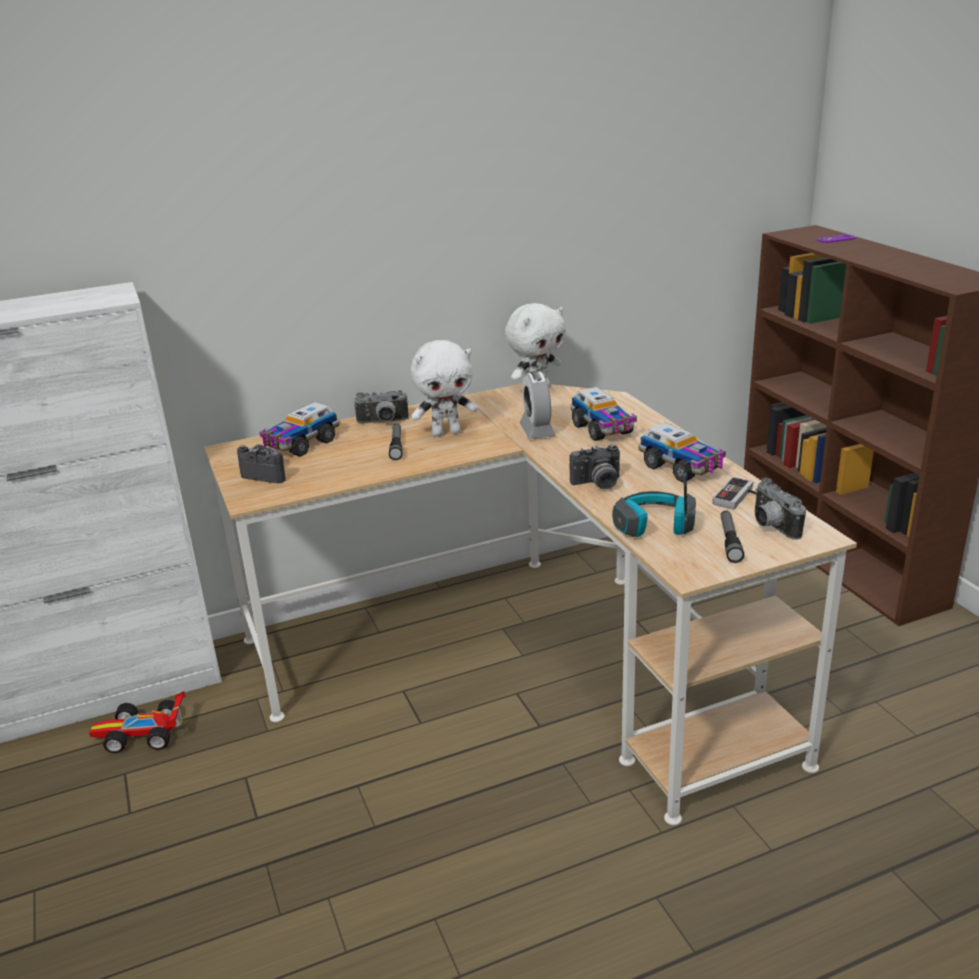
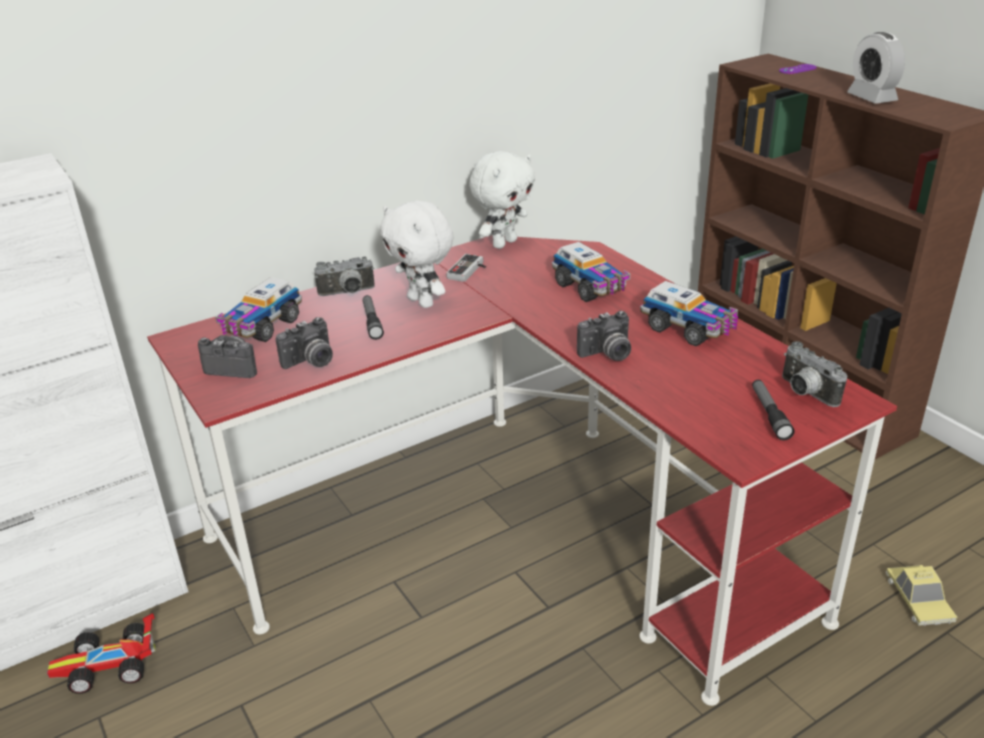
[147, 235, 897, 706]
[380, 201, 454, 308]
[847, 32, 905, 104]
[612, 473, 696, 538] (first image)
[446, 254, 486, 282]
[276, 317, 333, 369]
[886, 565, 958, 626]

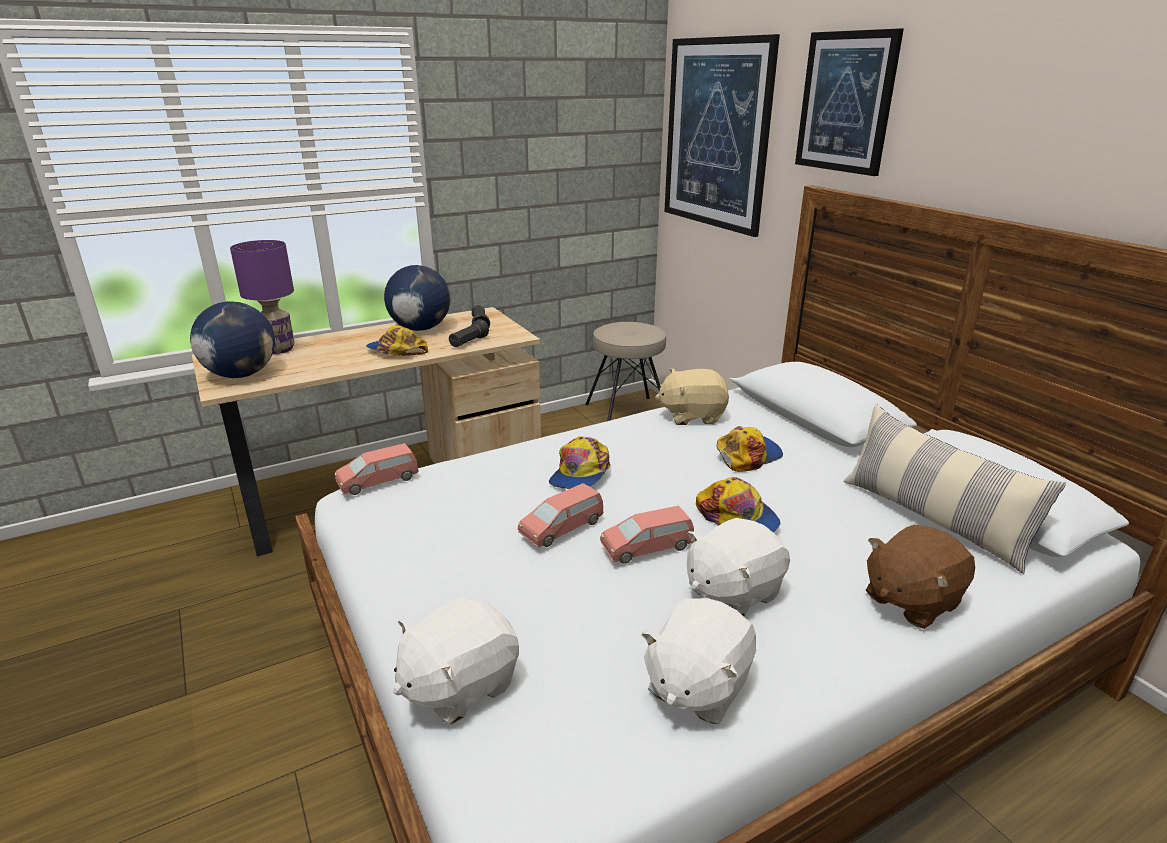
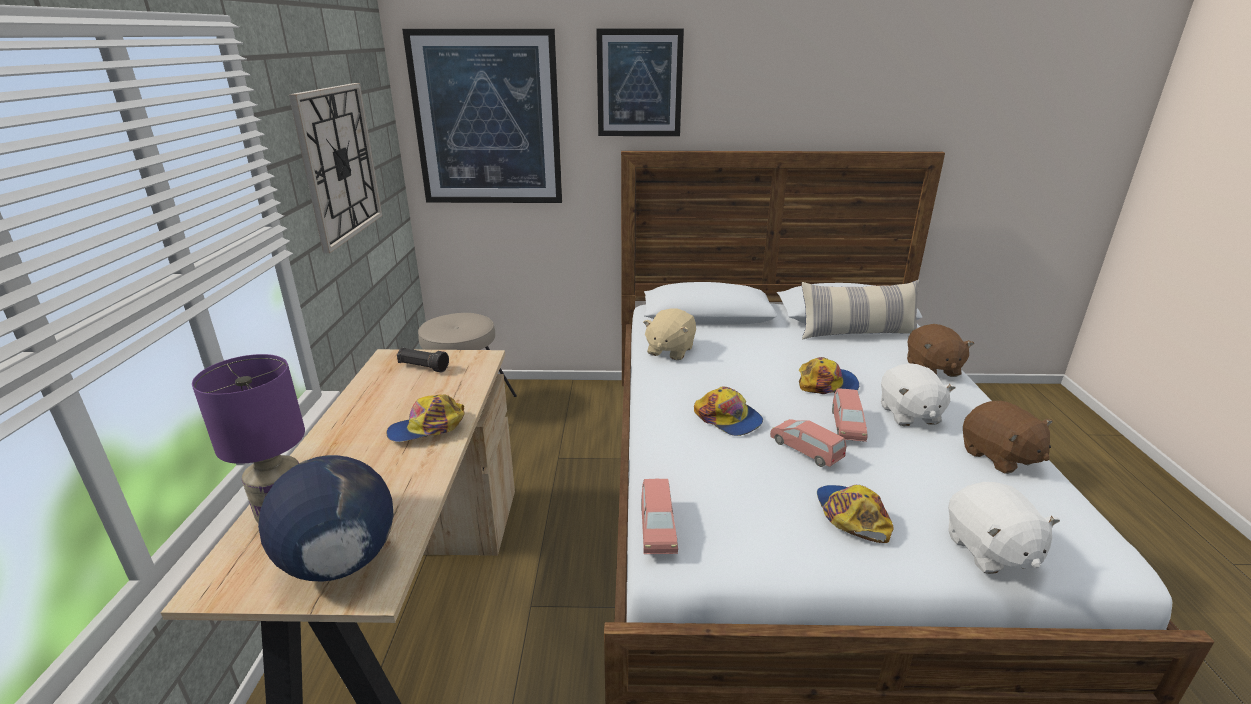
[384, 265, 450, 331] (first image)
[449, 319, 489, 347] (first image)
[770, 419, 846, 467]
[963, 401, 1053, 474]
[817, 485, 894, 543]
[289, 83, 382, 253]

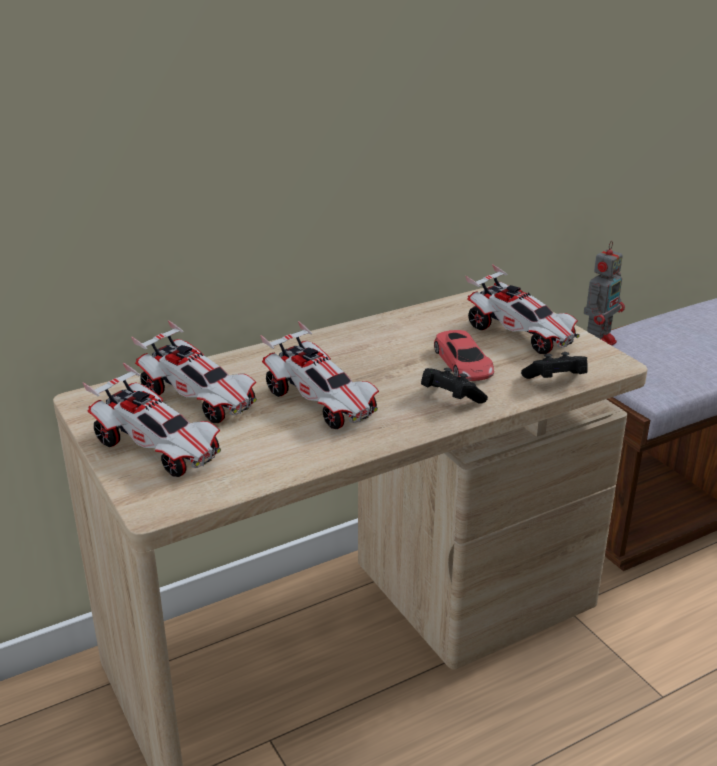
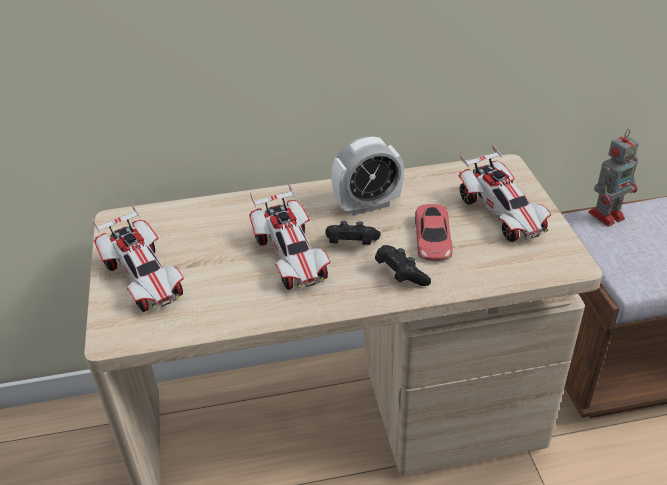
[131, 320, 257, 423] (first image)
[325, 221, 381, 245]
[331, 136, 404, 216]

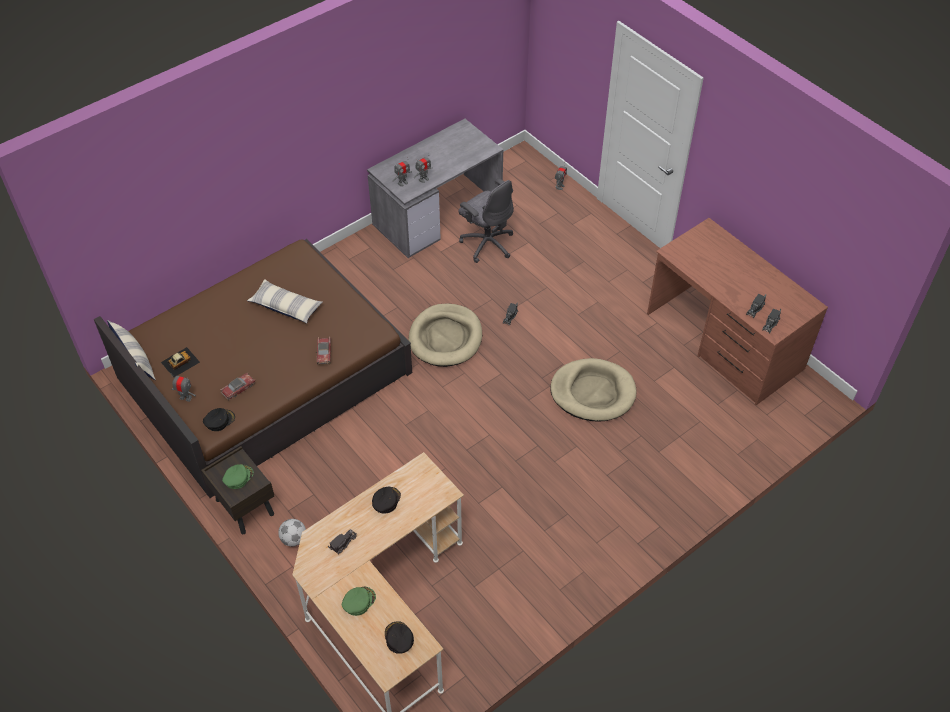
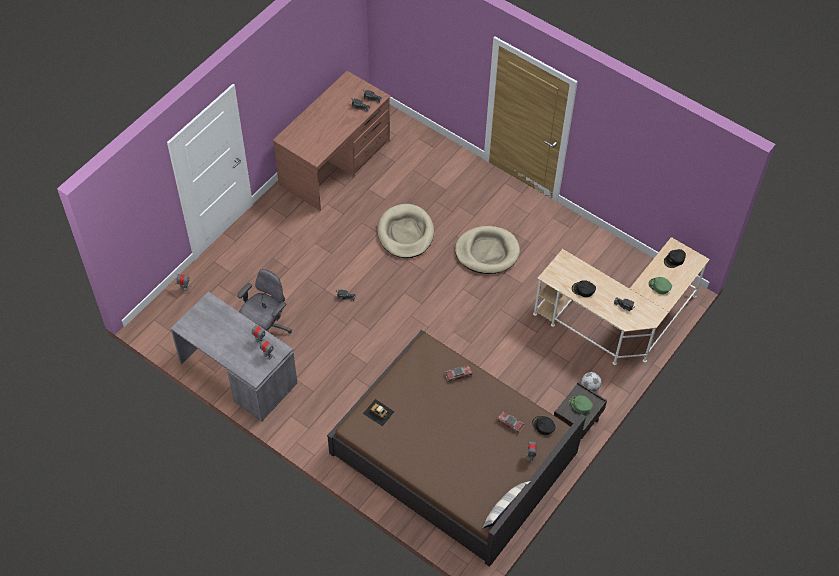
[363, 399, 394, 427]
[247, 279, 323, 324] (first image)
[455, 226, 520, 274]

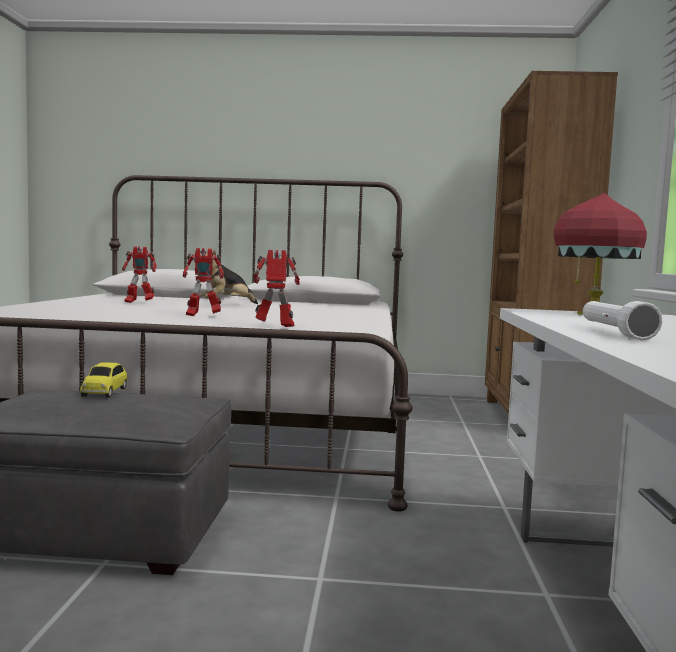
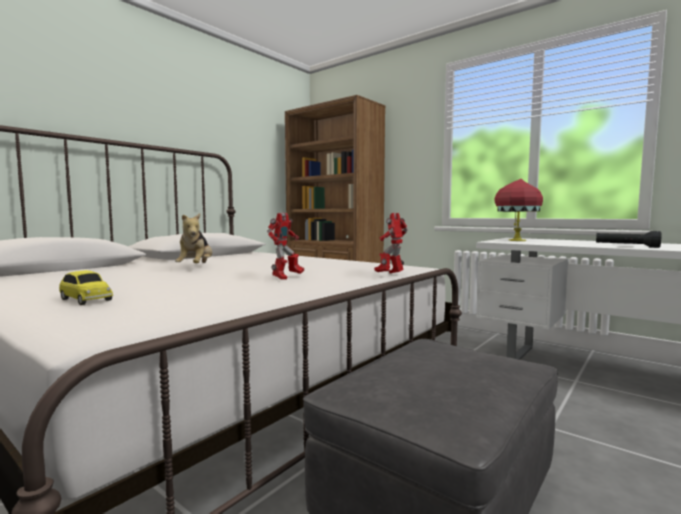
[59, 270, 113, 305]
[122, 246, 157, 303] (first image)
[596, 231, 662, 248]

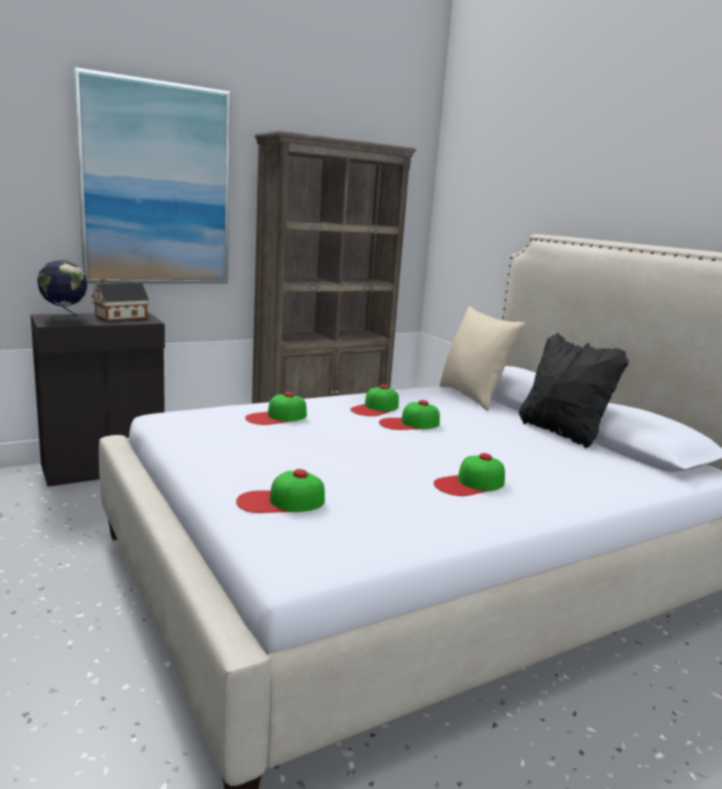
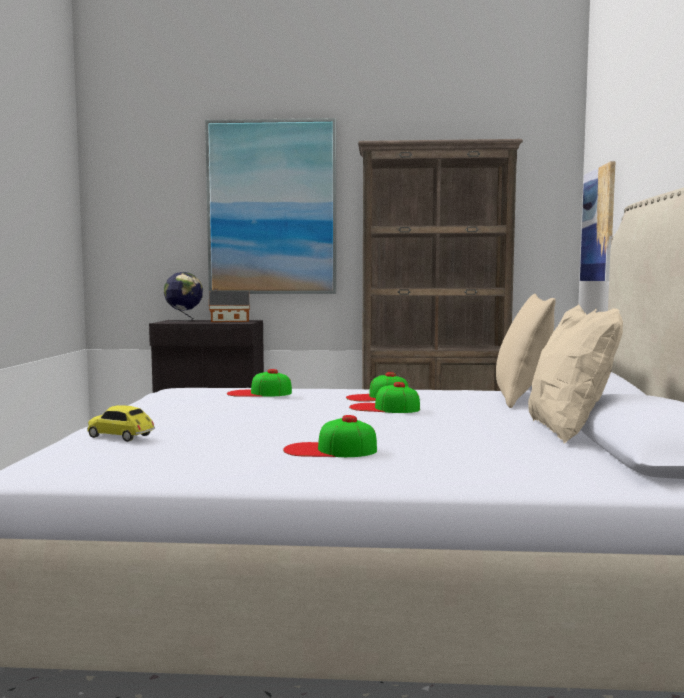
[87, 405, 155, 442]
[528, 304, 623, 444]
[580, 161, 616, 281]

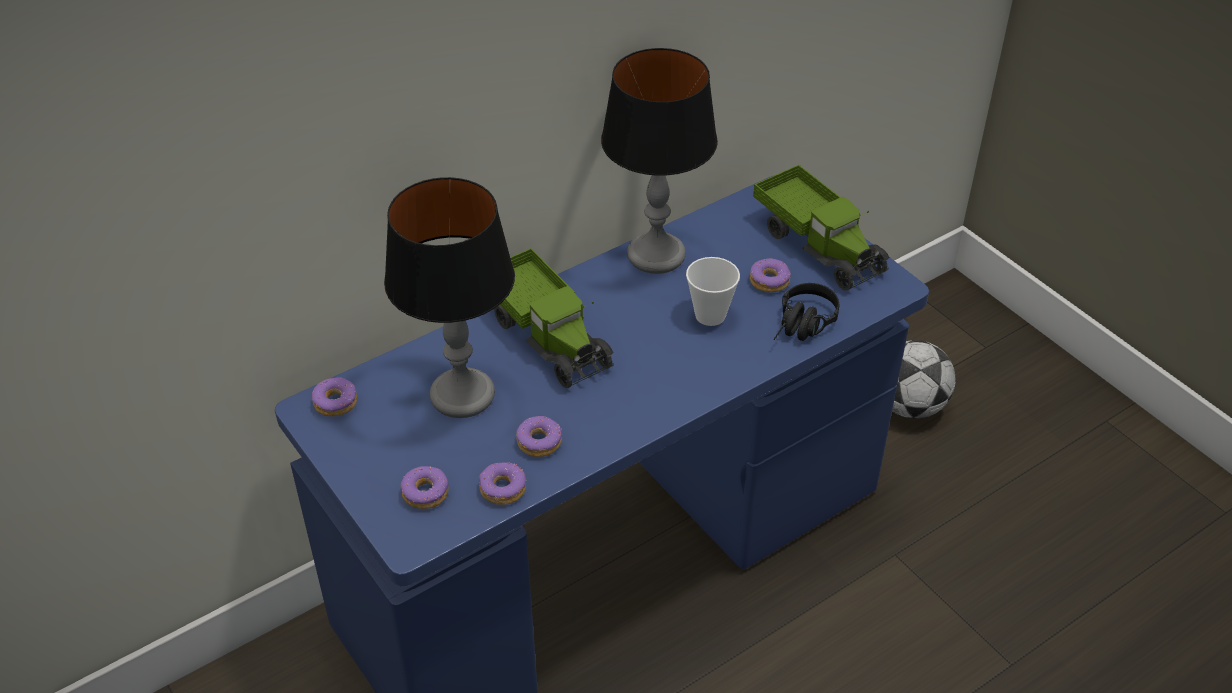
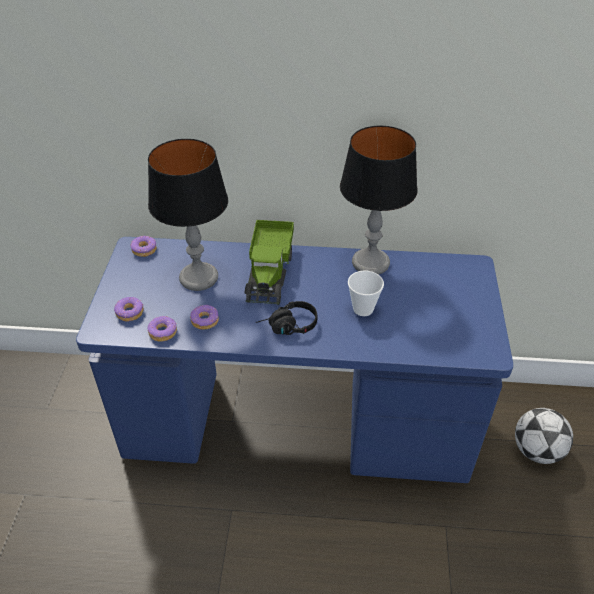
[750, 258, 791, 292] (first image)
[753, 165, 890, 291] (first image)
[256, 301, 317, 335]

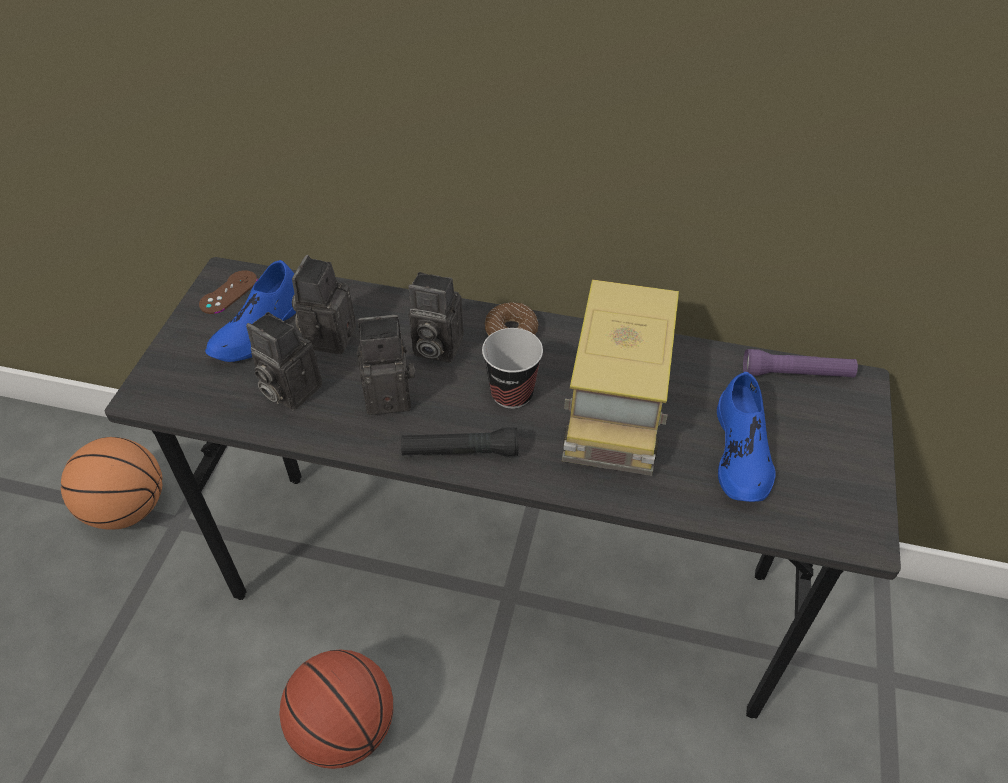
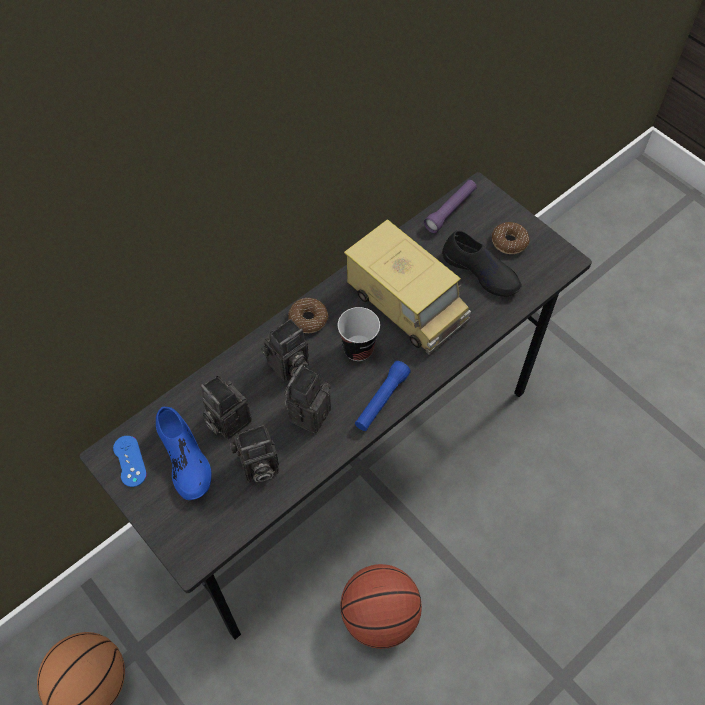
[113, 436, 147, 487]
[355, 361, 411, 431]
[442, 231, 522, 297]
[492, 222, 530, 254]

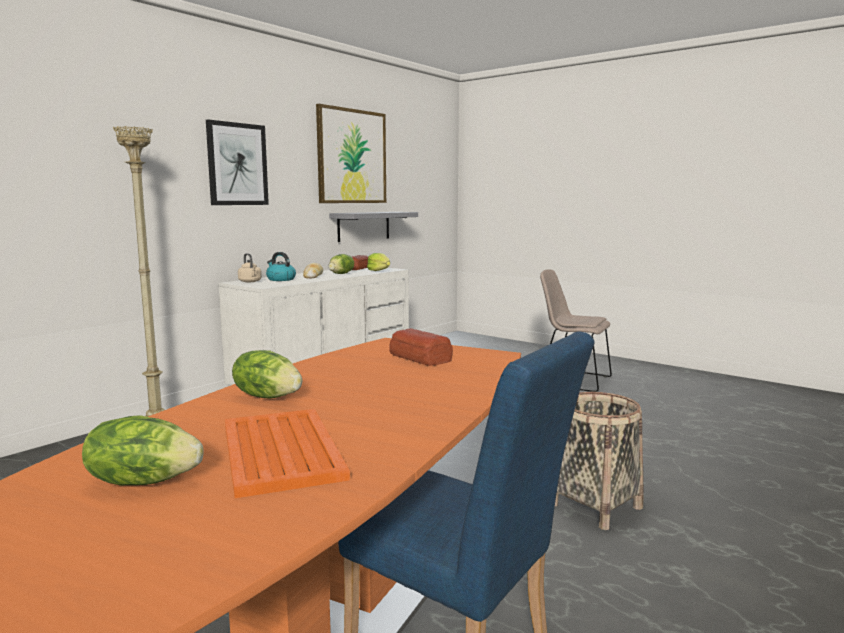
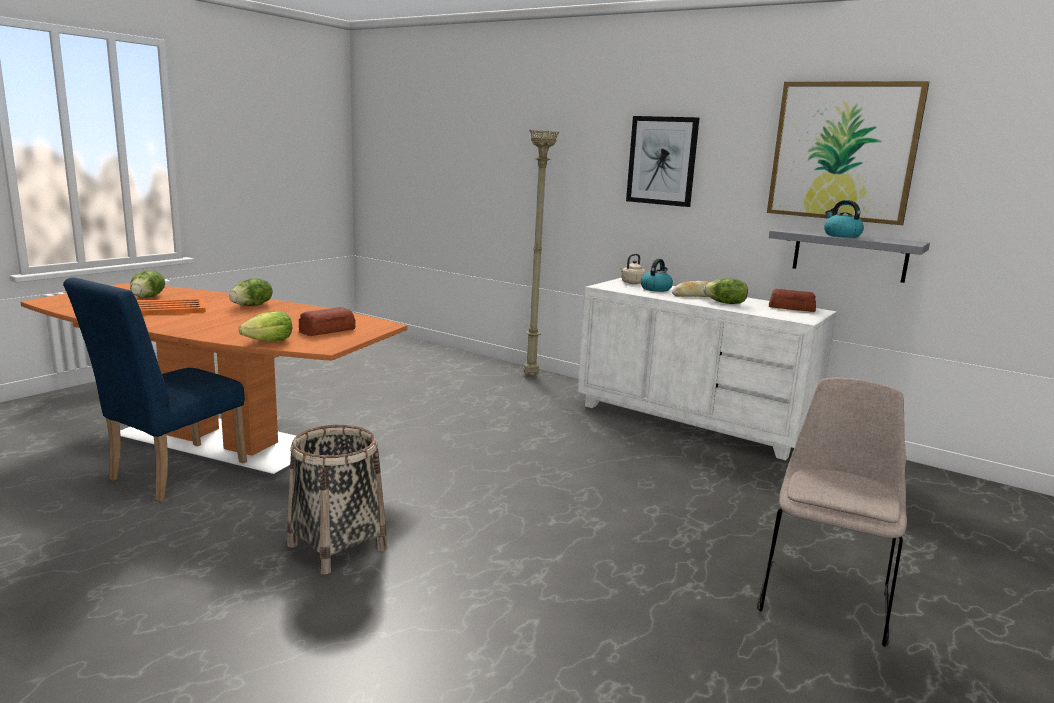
[239, 311, 292, 341]
[824, 200, 864, 238]

